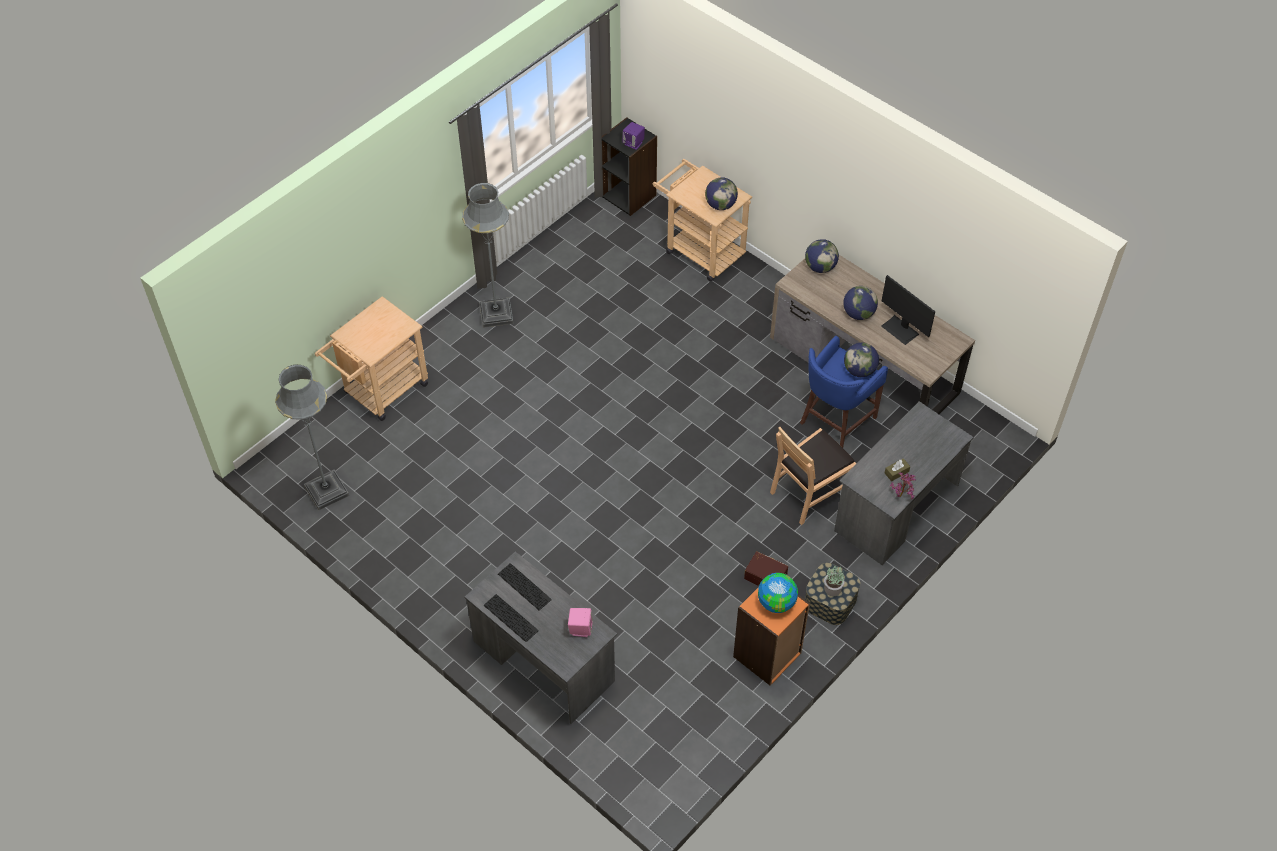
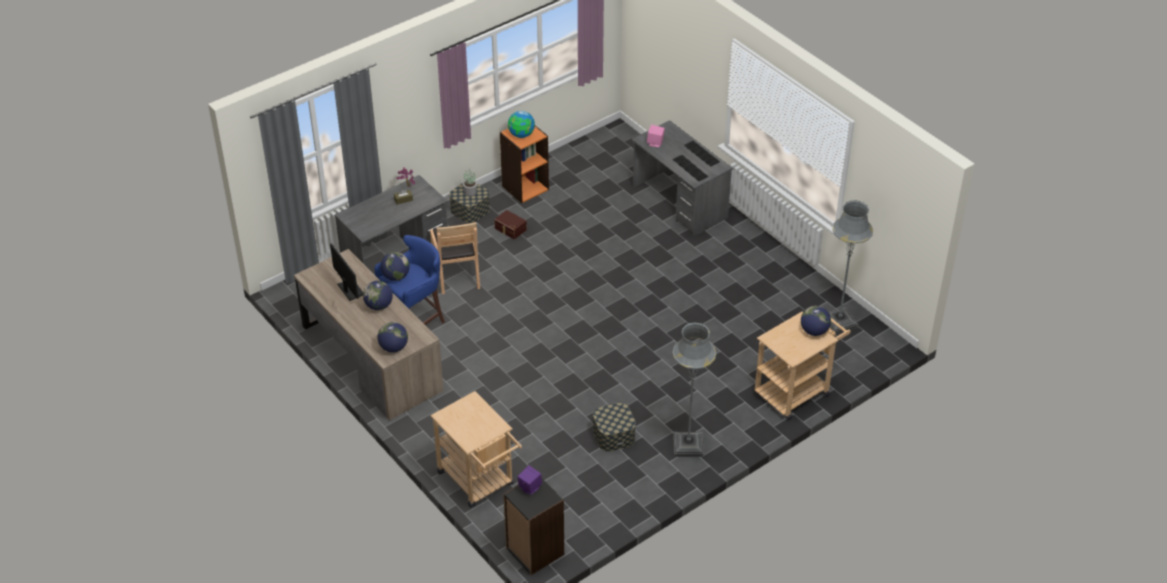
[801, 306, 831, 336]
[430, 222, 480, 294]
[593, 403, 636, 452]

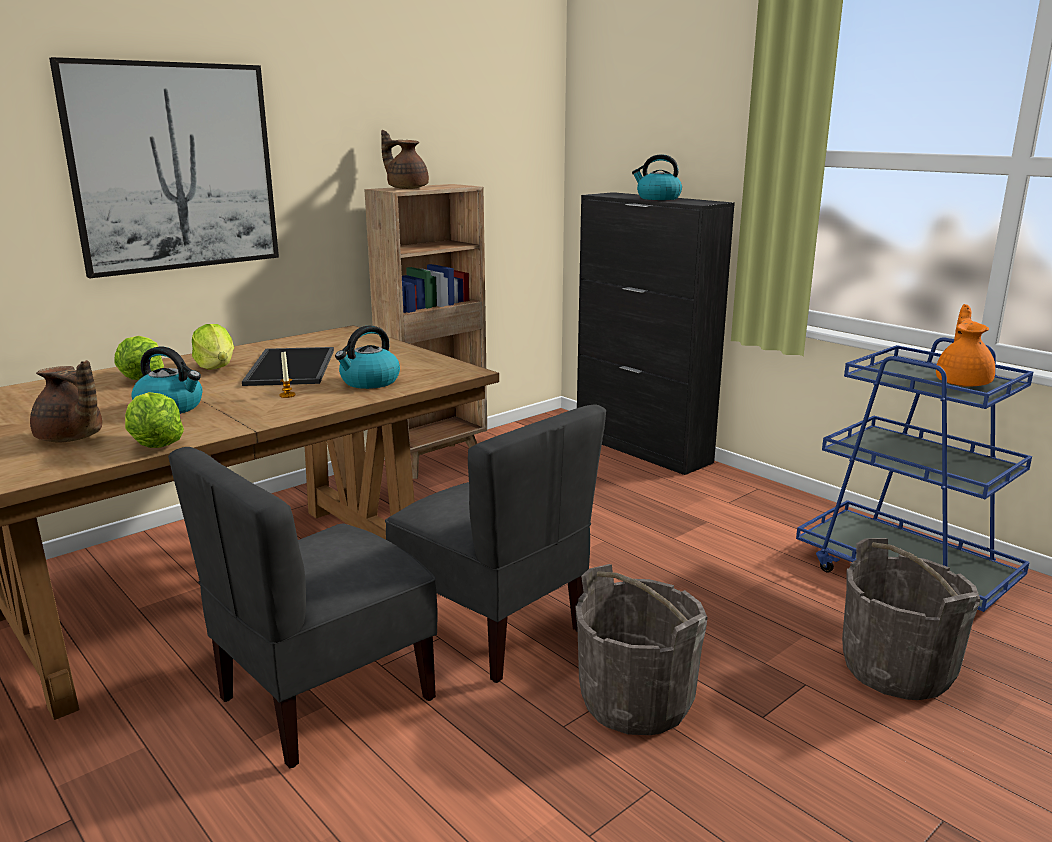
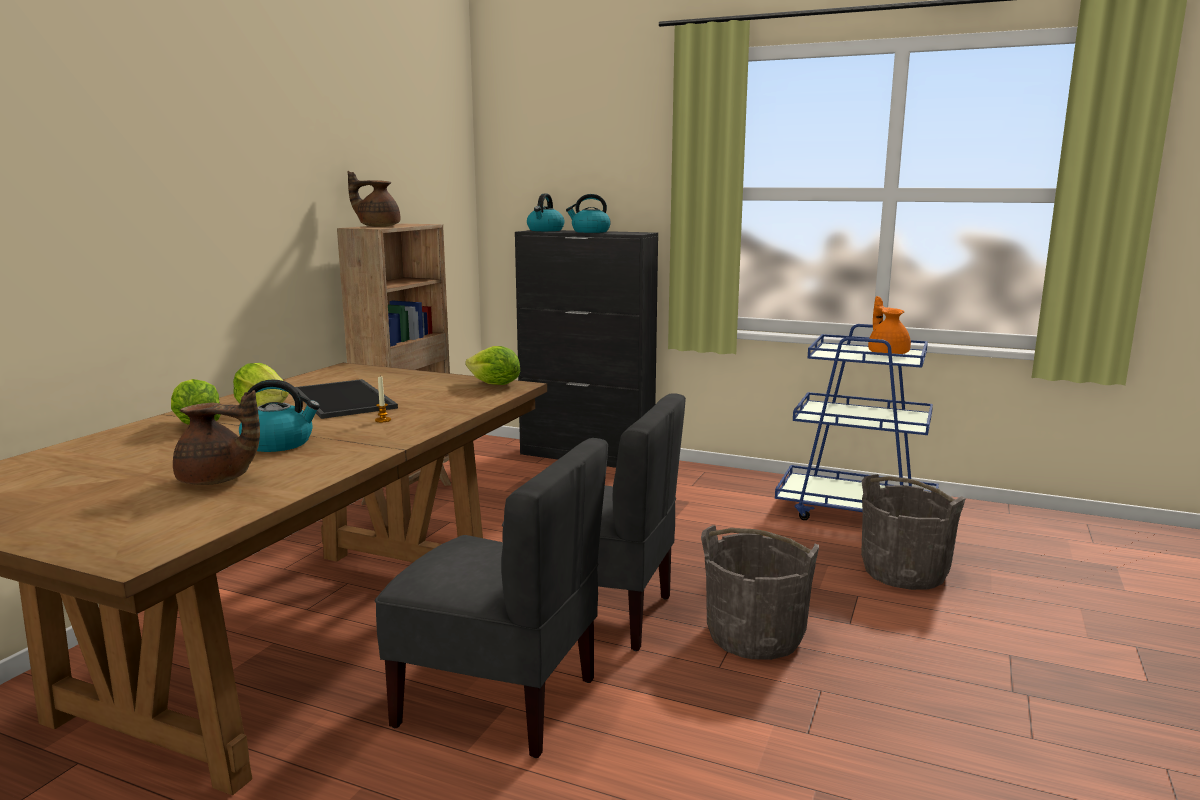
[49, 57, 279, 278] (first image)
[465, 346, 520, 385]
[375, 438, 608, 758]
[527, 194, 564, 231]

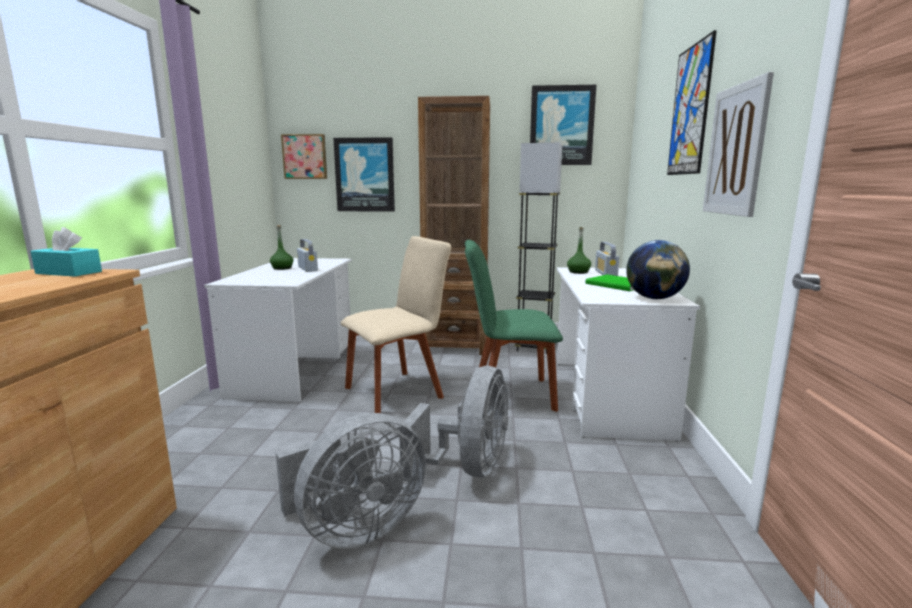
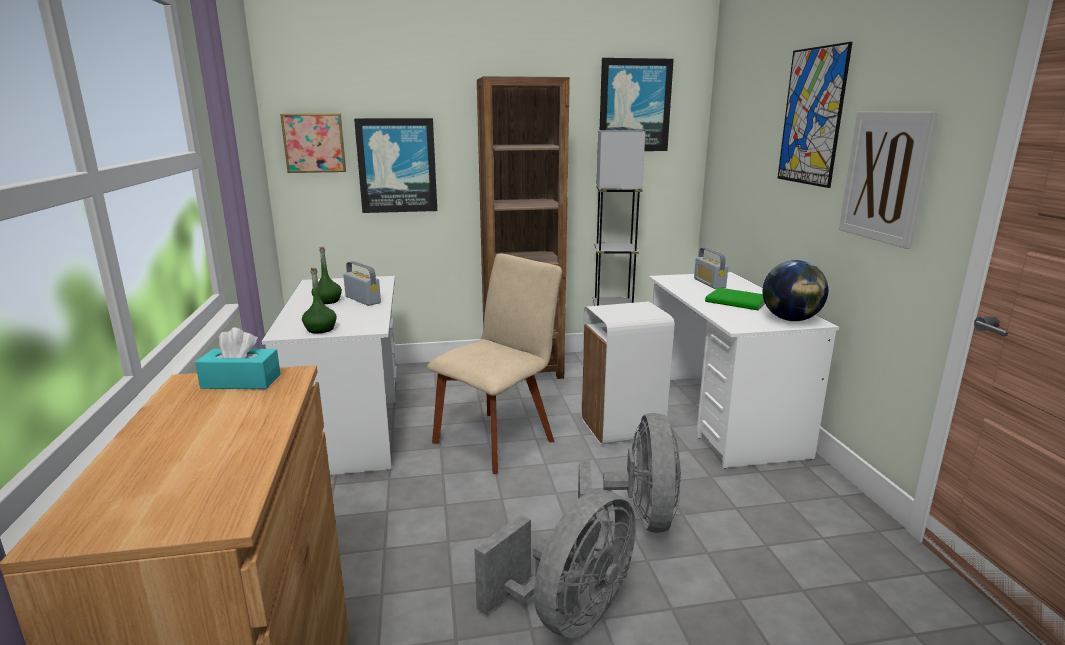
[581, 302, 674, 445]
[302, 268, 337, 333]

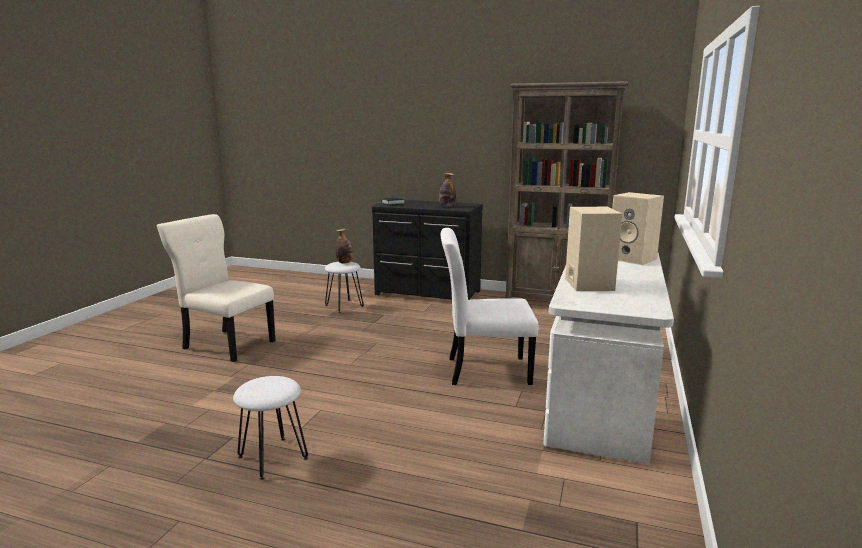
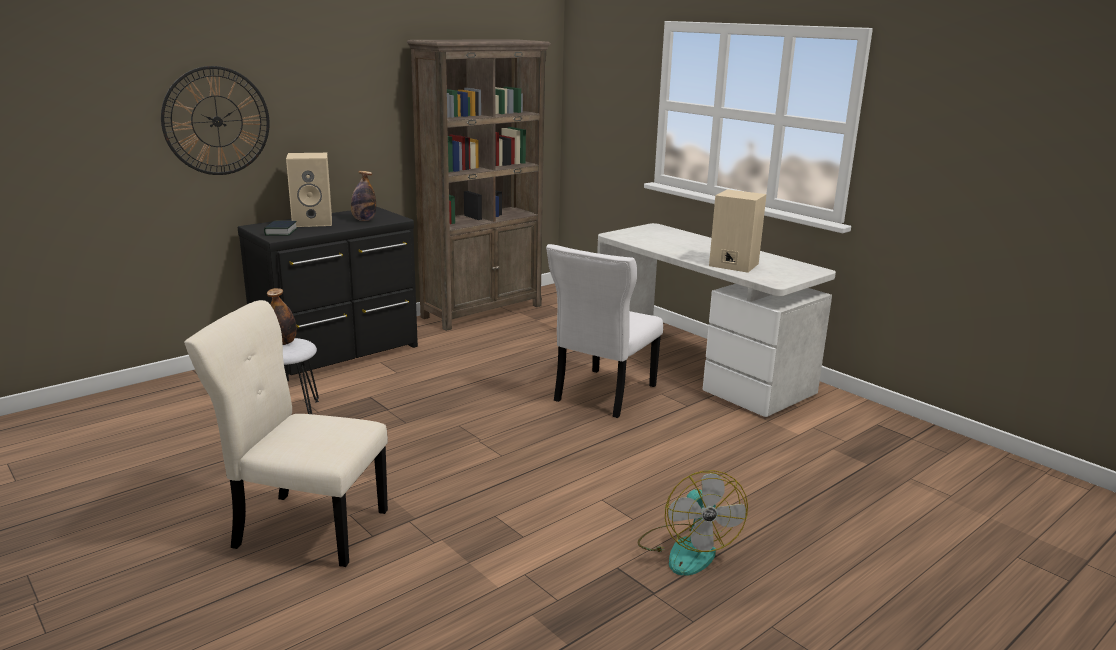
[184, 300, 388, 567]
[637, 470, 748, 575]
[286, 153, 332, 227]
[161, 66, 270, 175]

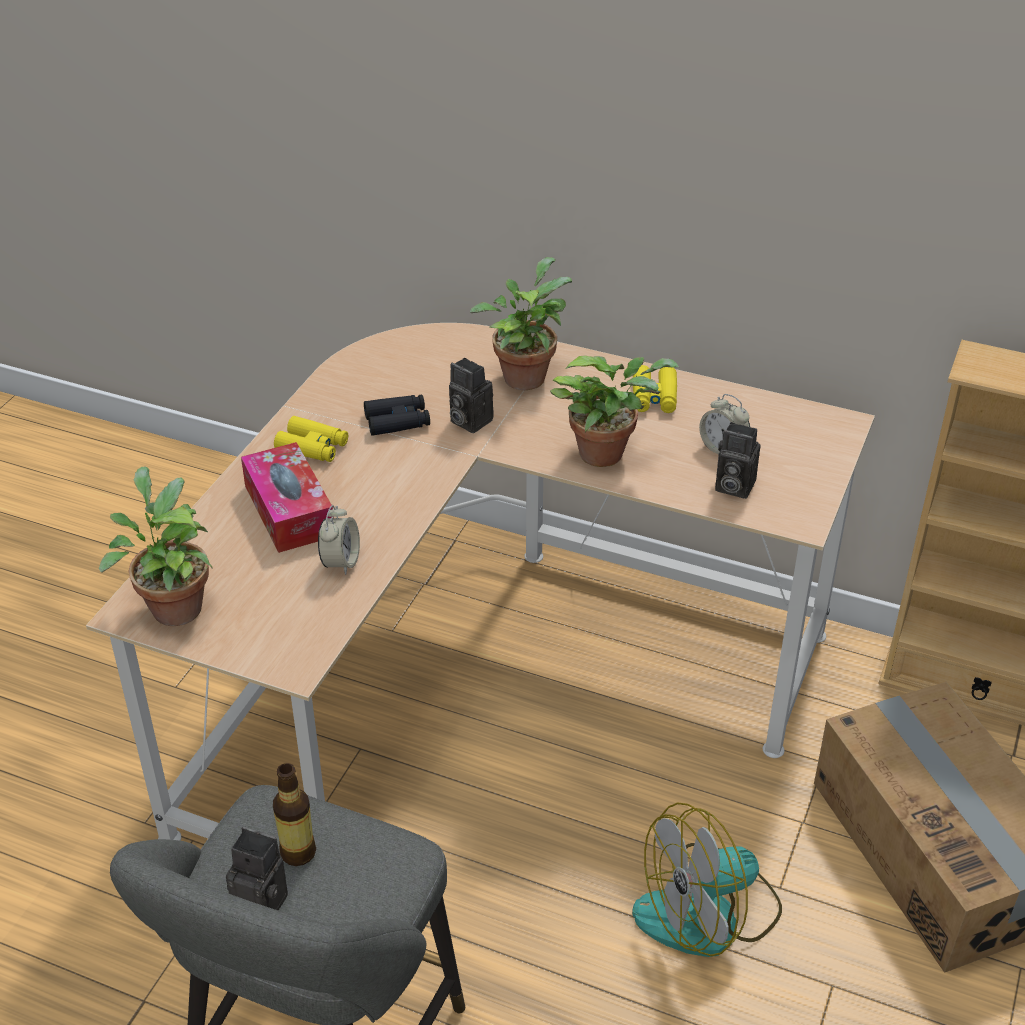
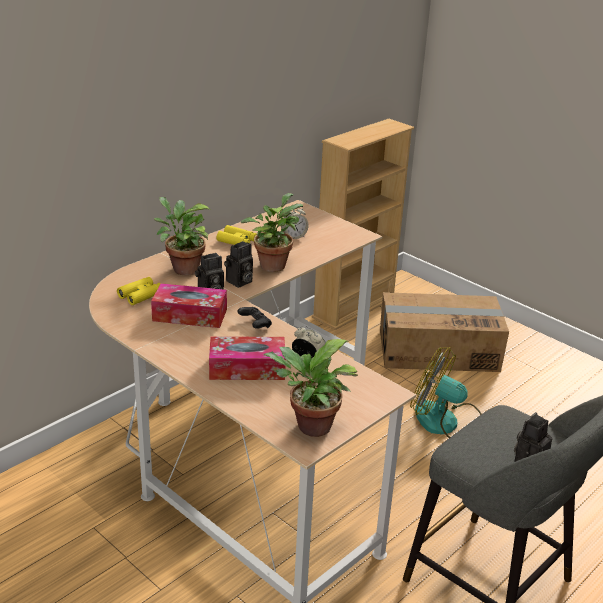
[273, 763, 316, 866] (first image)
[117, 277, 161, 305]
[151, 283, 227, 328]
[410, 347, 482, 438]
[224, 241, 253, 288]
[238, 307, 272, 329]

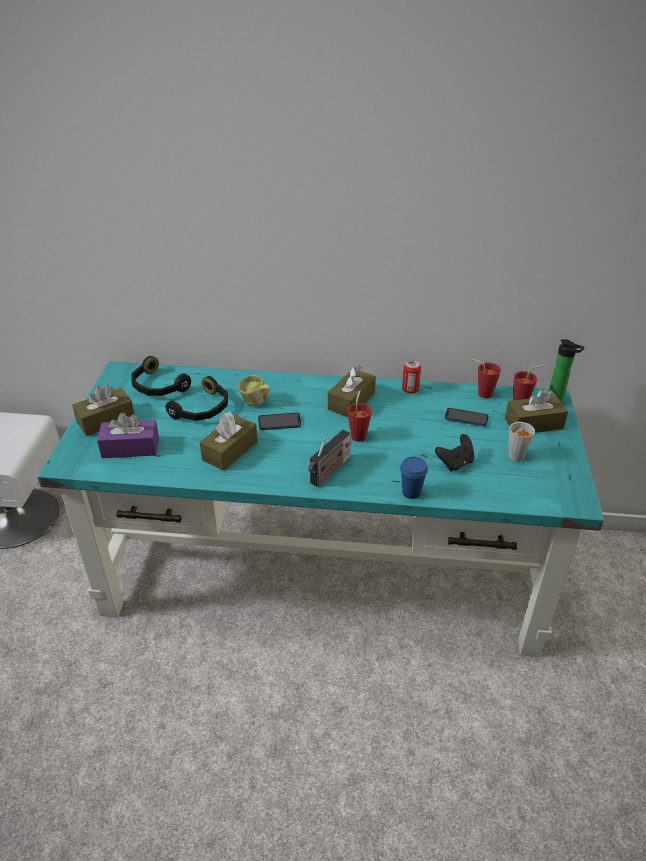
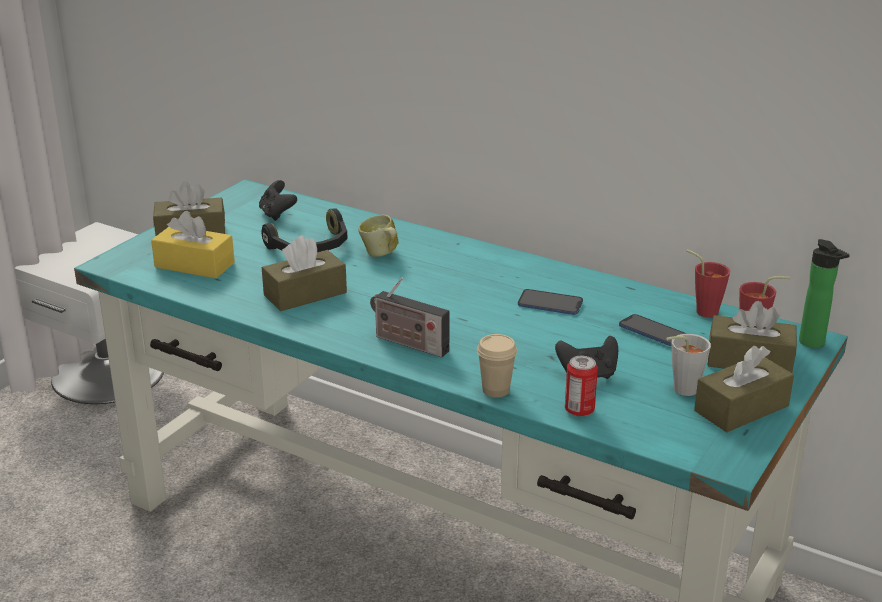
[151, 211, 235, 279]
[259, 180, 297, 221]
[518, 289, 583, 315]
[370, 277, 449, 358]
[694, 346, 794, 432]
[348, 390, 372, 442] (first image)
[477, 334, 517, 398]
[565, 356, 598, 416]

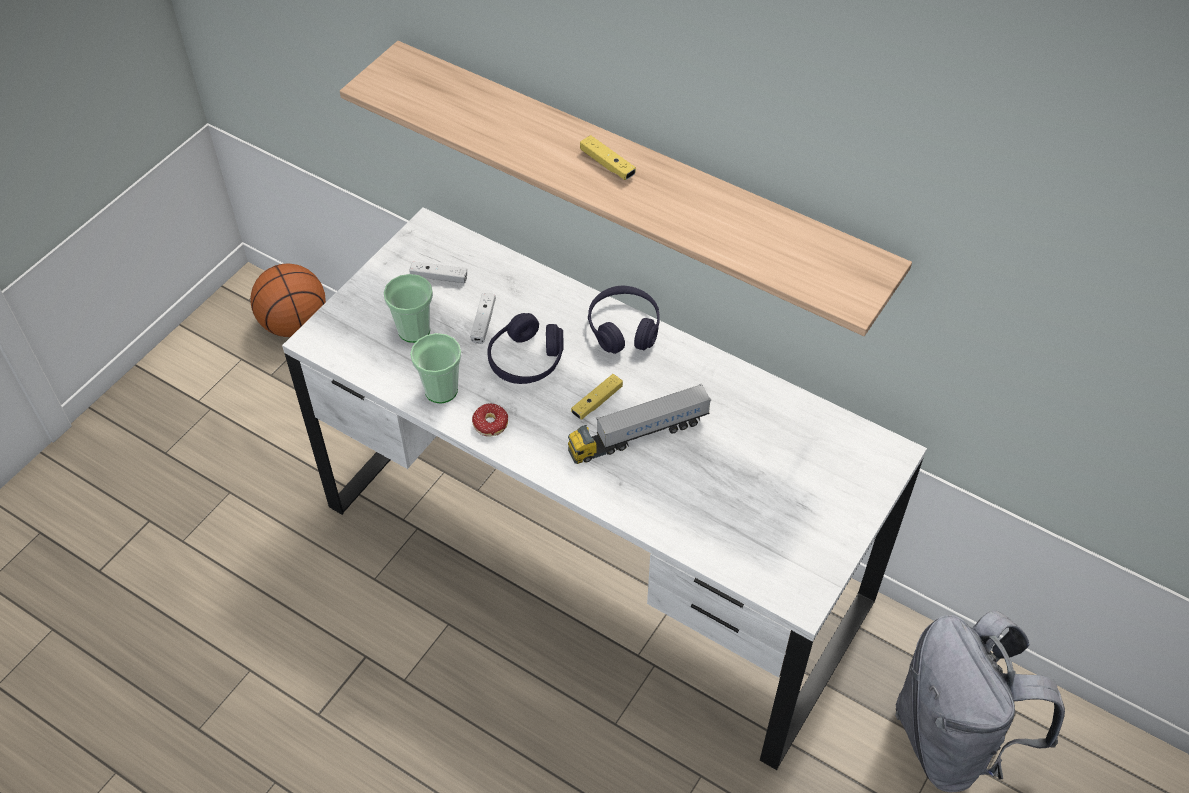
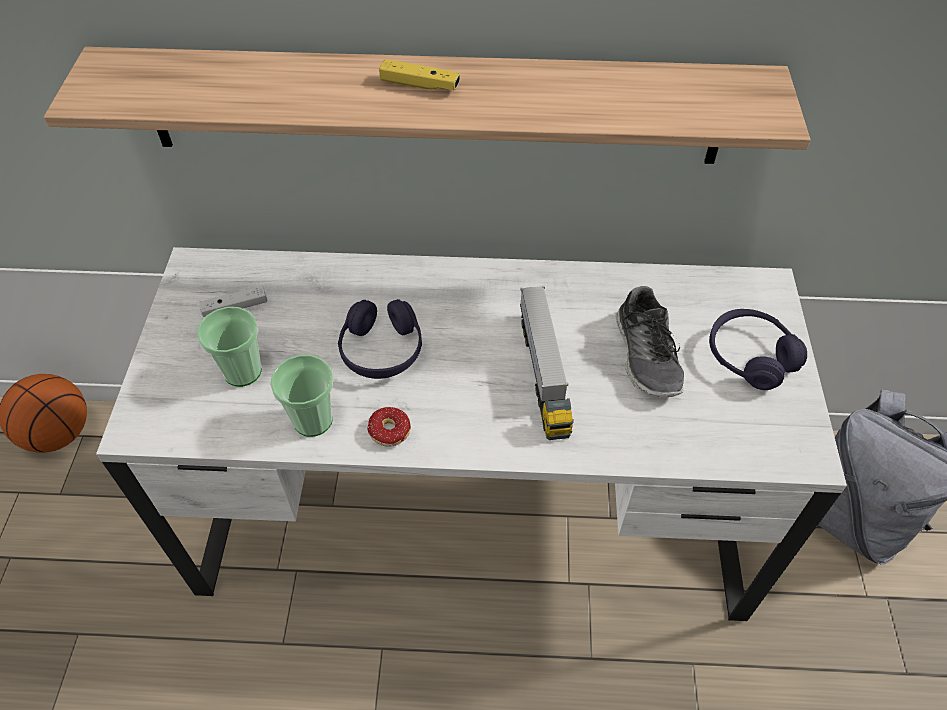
[470, 293, 496, 344] (first image)
[520, 286, 574, 440]
[571, 374, 623, 420] (first image)
[709, 309, 807, 390]
[616, 286, 684, 397]

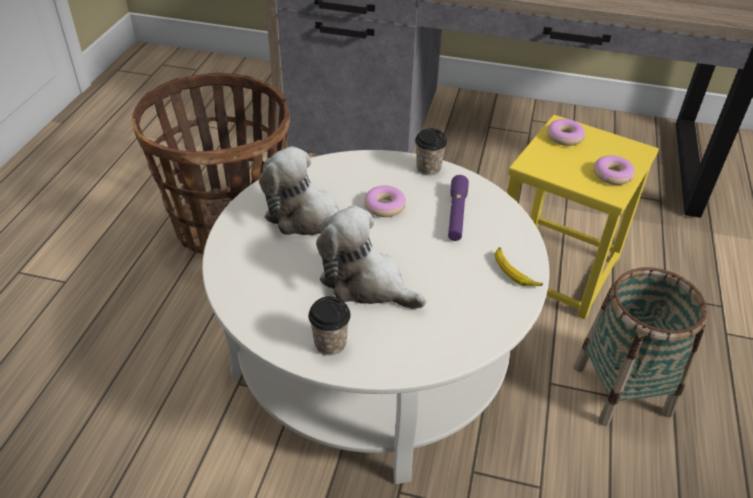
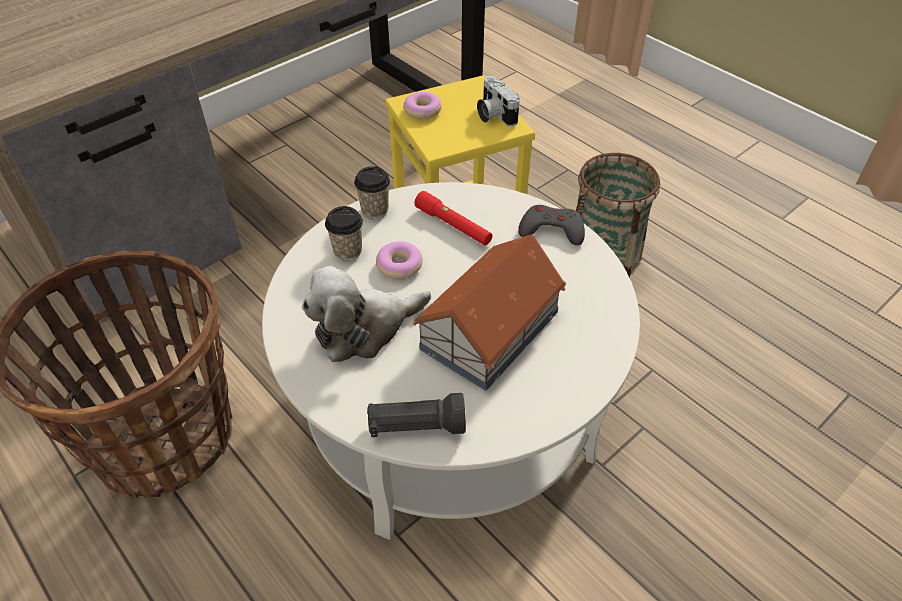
[325, 206, 363, 261]
[413, 234, 566, 390]
[414, 191, 492, 245]
[518, 205, 585, 245]
[477, 76, 520, 127]
[367, 393, 466, 437]

